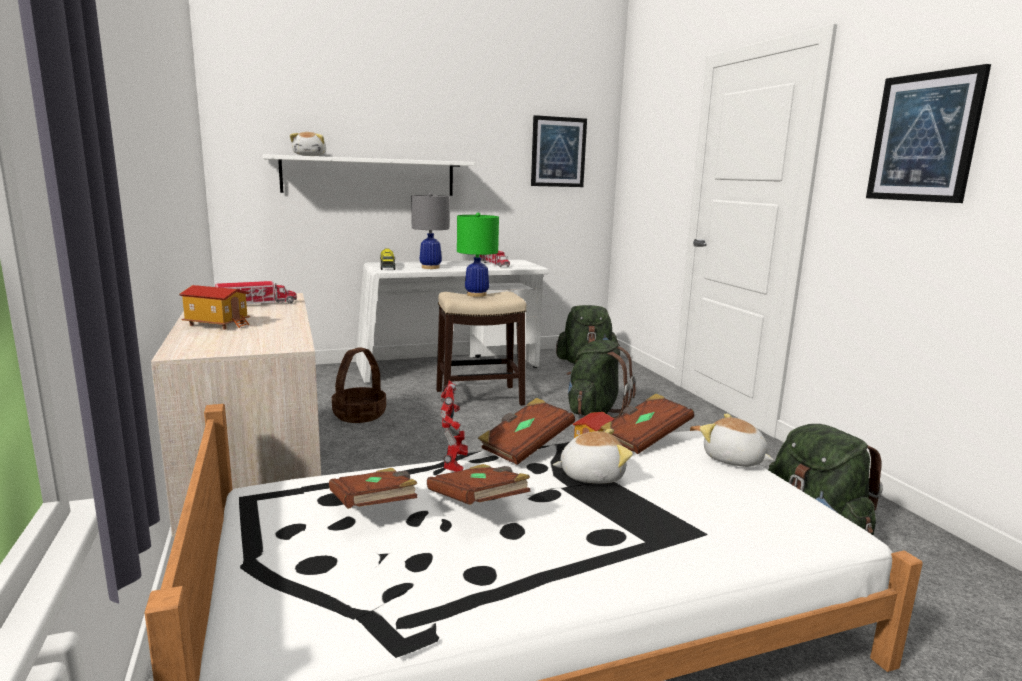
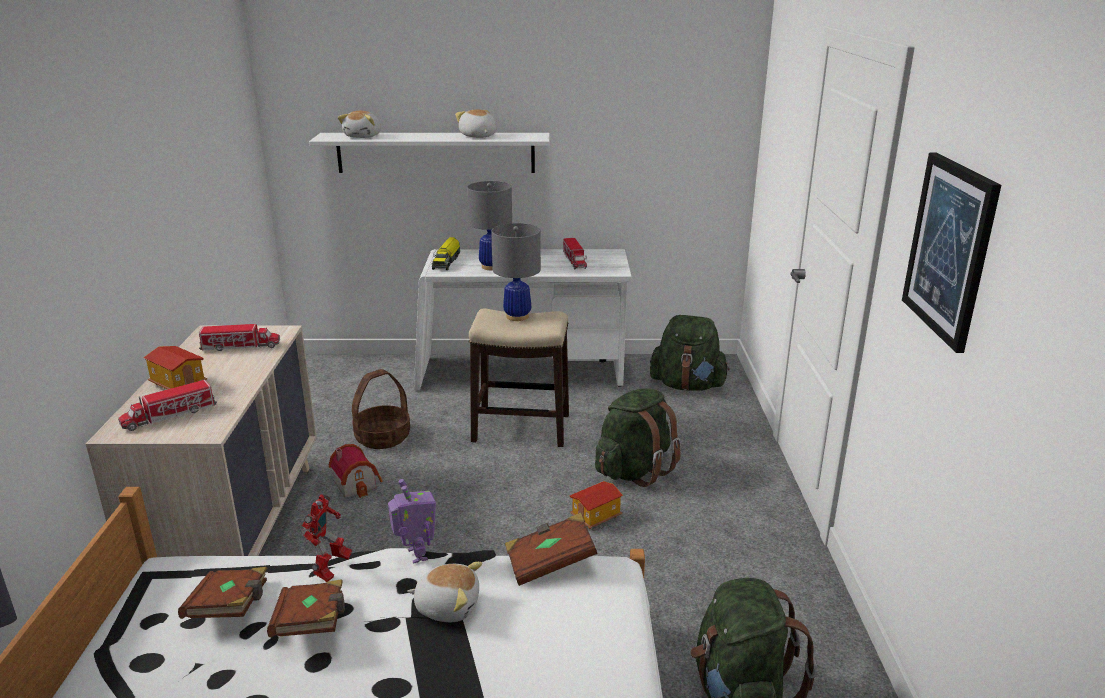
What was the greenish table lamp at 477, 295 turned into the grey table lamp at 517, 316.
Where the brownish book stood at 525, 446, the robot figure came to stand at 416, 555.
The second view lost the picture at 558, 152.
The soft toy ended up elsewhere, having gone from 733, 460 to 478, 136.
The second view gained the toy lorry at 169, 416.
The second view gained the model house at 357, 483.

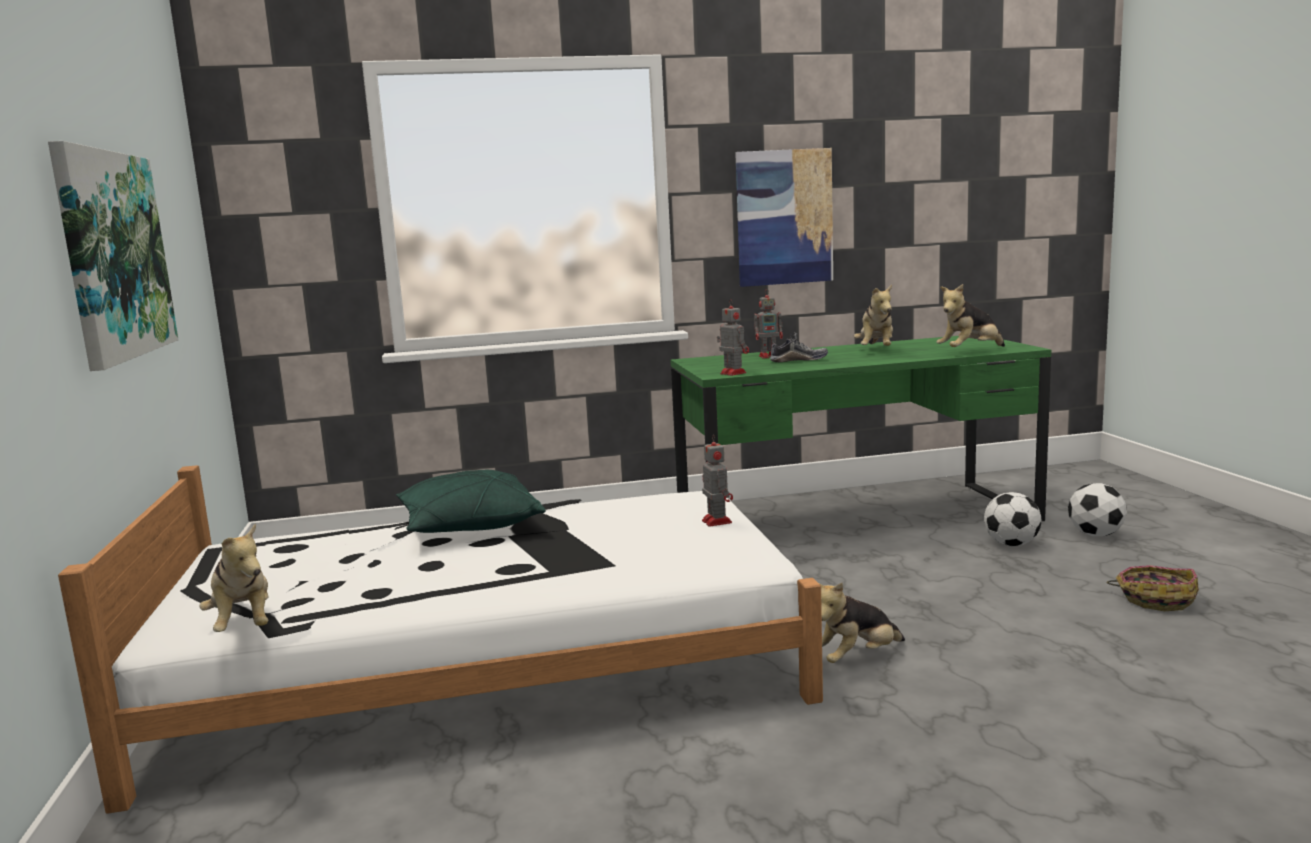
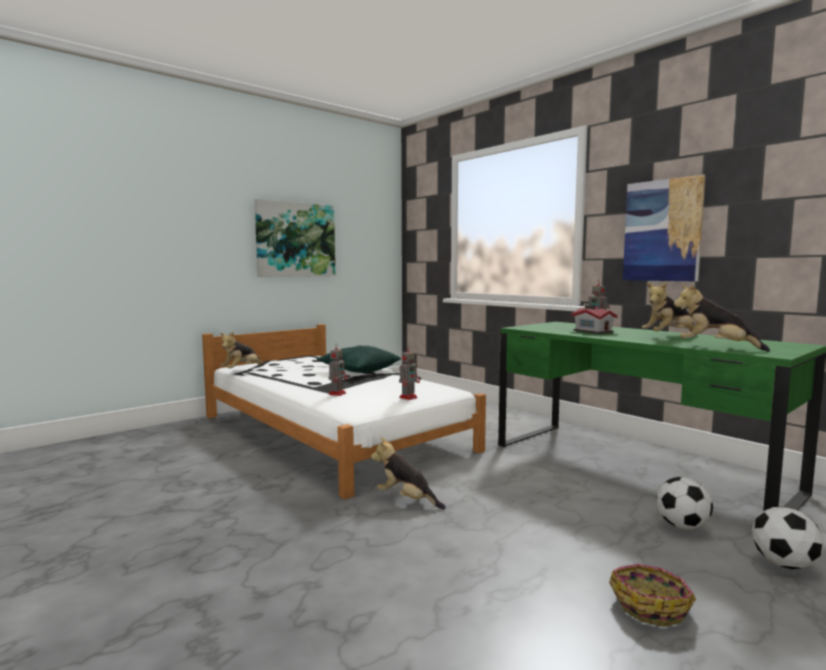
The robot figure ended up elsewhere, having gone from 732, 373 to 337, 393.
Where the item of footwear stood at 798, 360, the model house came to stand at 593, 331.

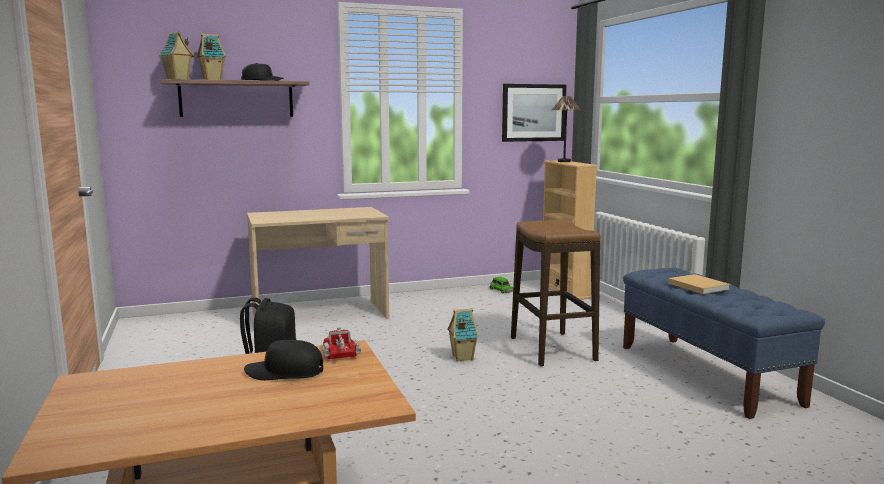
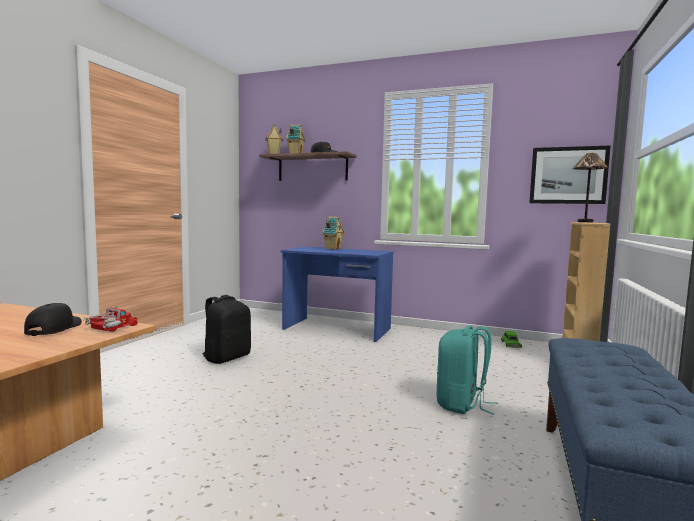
The black cap at 285, 372 ended up facing another way, 45 degrees clockwise from before.
What was the sand-coloured desk table at 320, 316 turned into the blue desk table at 337, 329.
The model house ended up elsewhere, having gone from 462, 357 to 332, 248.
Where the stool seat stood at 552, 349, the blue-green rucksack came to stand at 462, 404.
The second view lost the sand-coloured book at 697, 286.

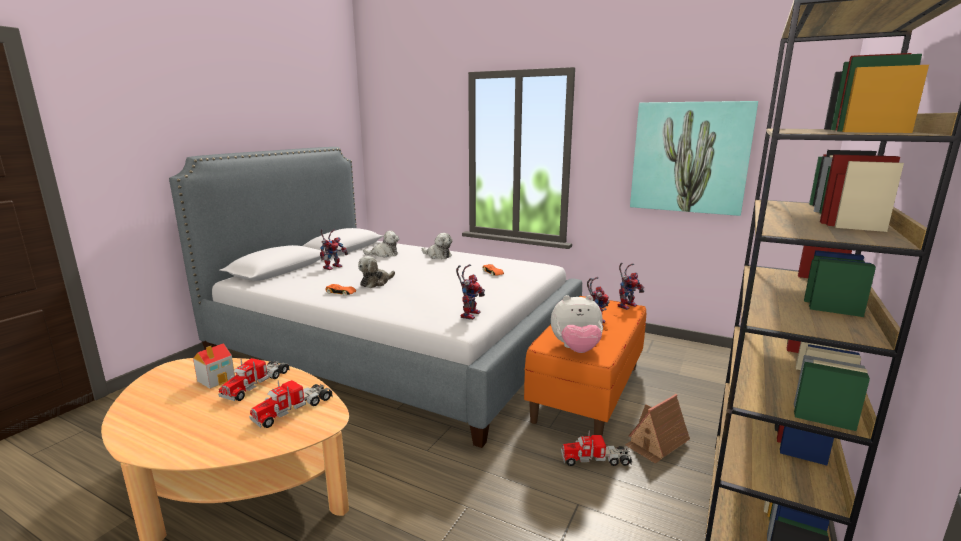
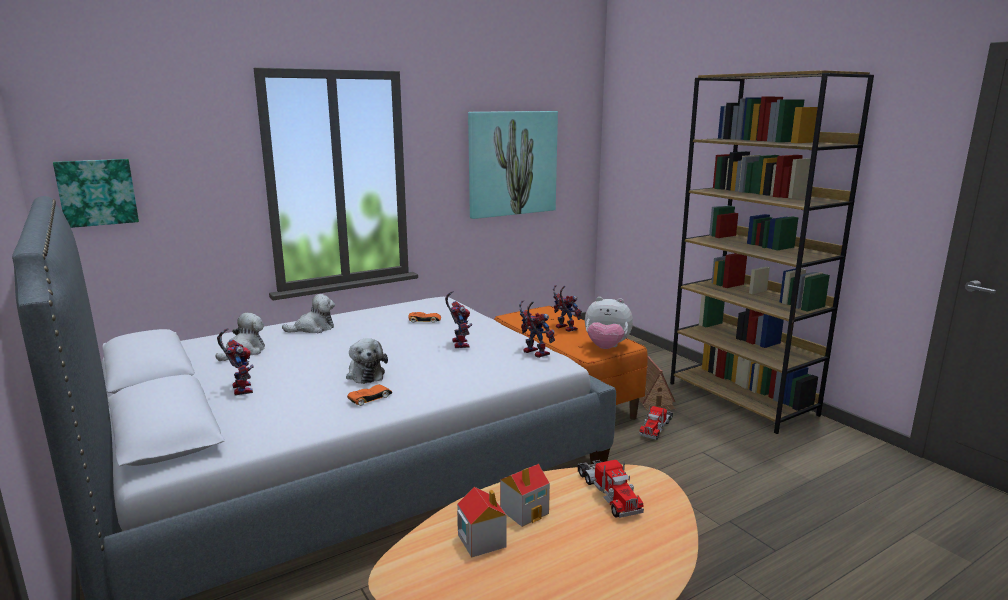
Where the toy lorry stood at 256, 384, the model house came to stand at 525, 511.
The soft toy at 576, 349 ended up facing another way, 75 degrees clockwise from before.
The robot figure ended up elsewhere, having gone from 626, 305 to 458, 343.
The second view gained the picture at 97, 192.

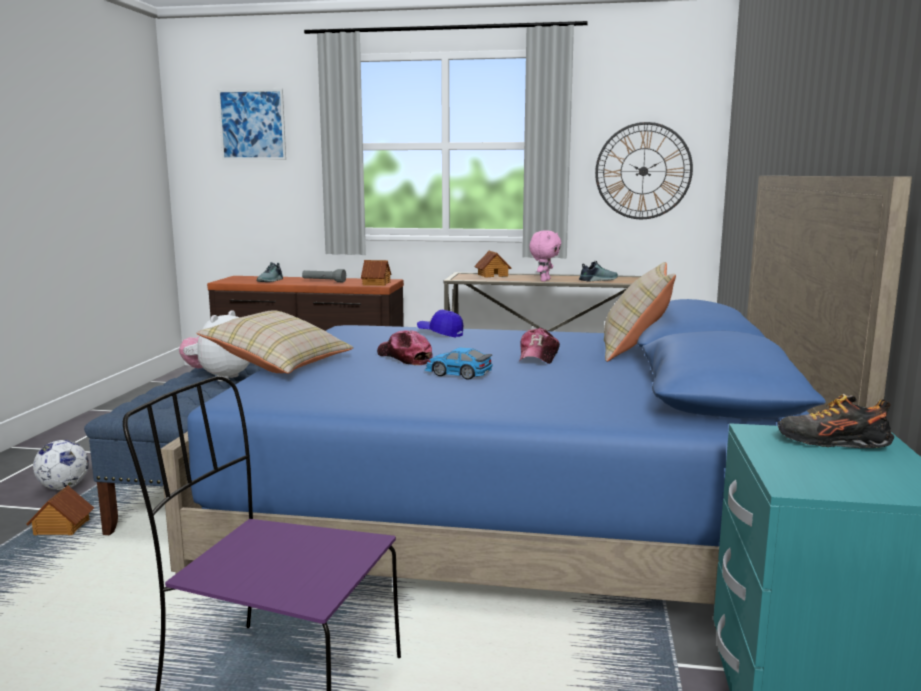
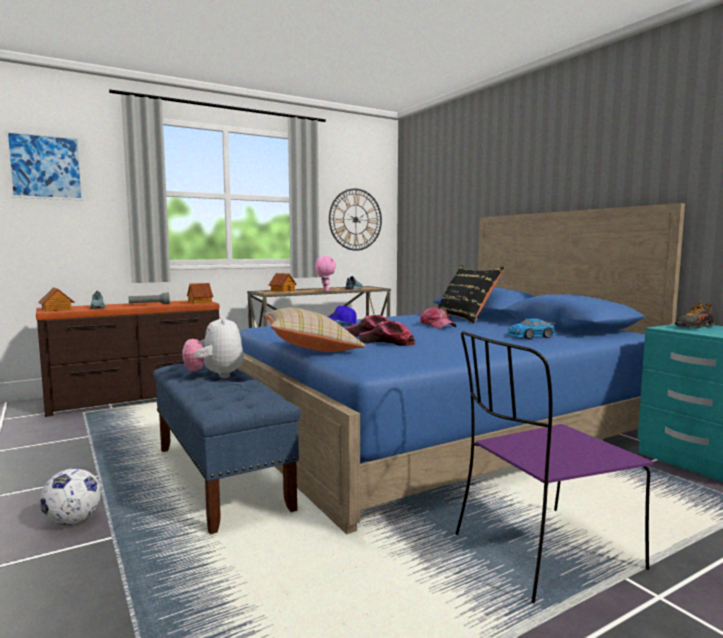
The model house ended up elsewhere, having gone from 61, 528 to 56, 309.
The miniature car ended up elsewhere, having gone from 458, 373 to 530, 336.
What was the sand-coloured throw pillow at 634, 351 turned into the black throw pillow at 466, 318.
The second view gained the cap at 387, 342.

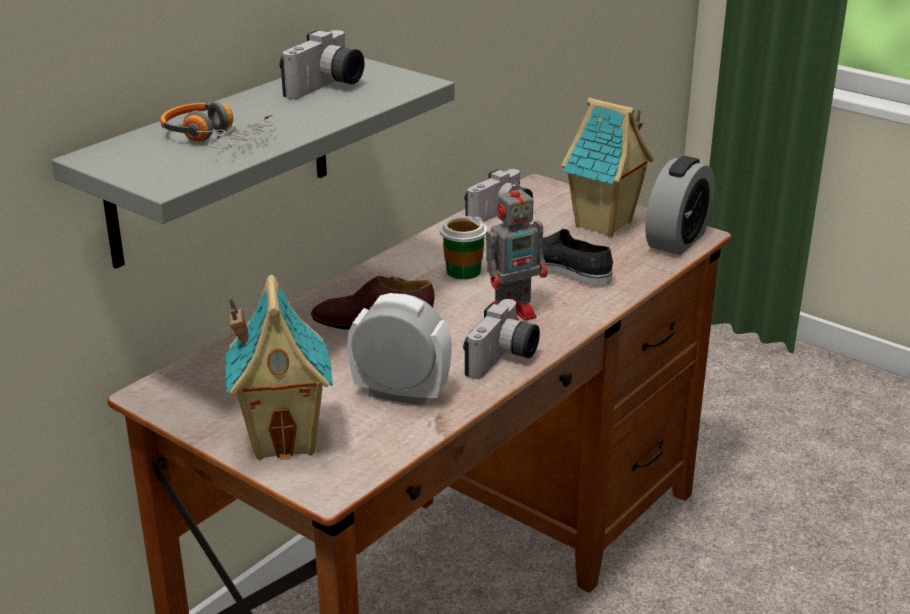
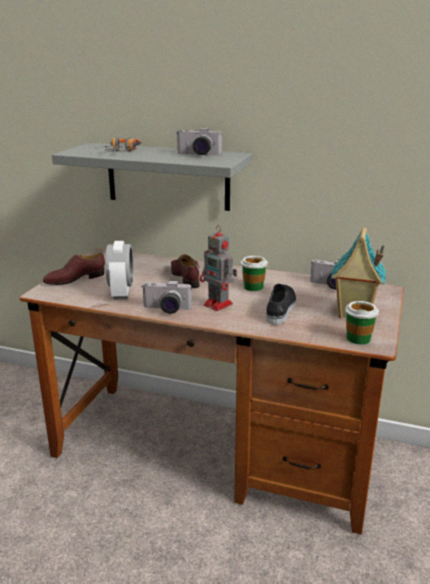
Where the model house stood at 285, 440, the brownish item of footwear came to stand at 75, 279.
Where the bedside clock stood at 677, 240, the cup came to stand at 358, 338.

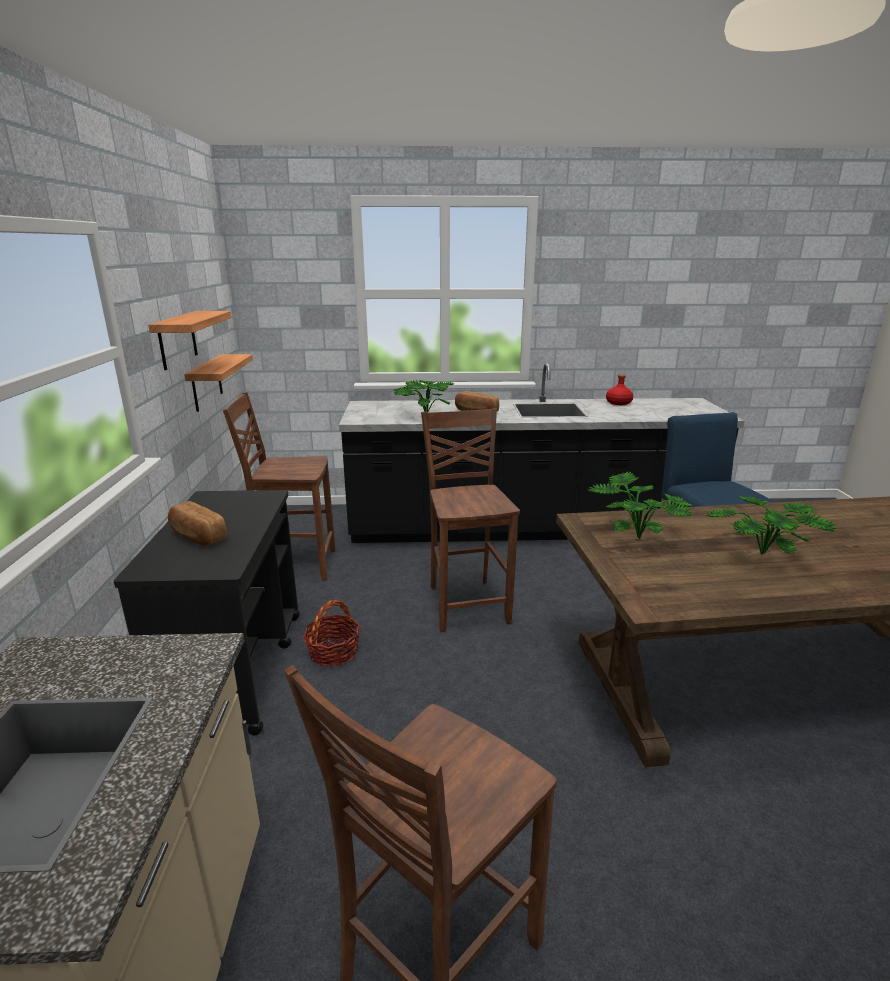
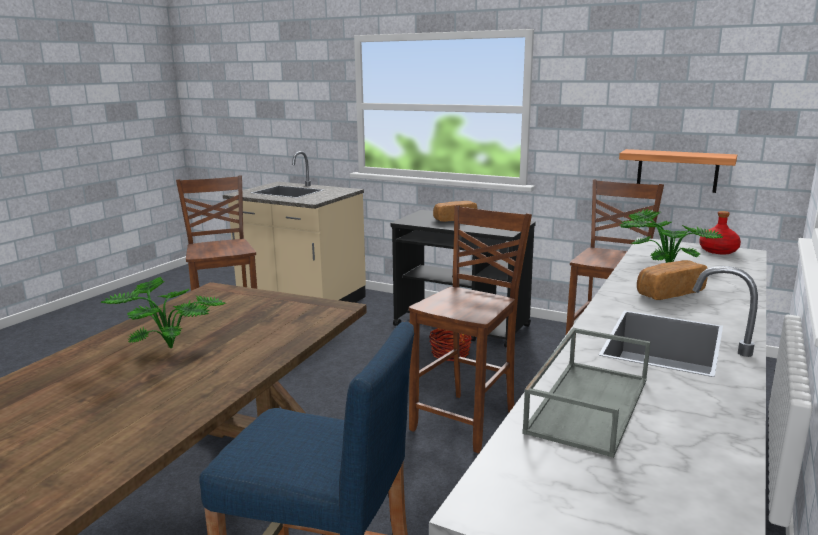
The second view lost the wall shelf at 177, 339.
The brownish plain chair at 467, 603 ended up facing another way, 75 degrees counterclockwise from before.
The second view lost the houseplant at 636, 535.
The red-coloured bottle ended up elsewhere, having gone from 618, 403 to 719, 251.
The second view gained the grey tray at 587, 403.

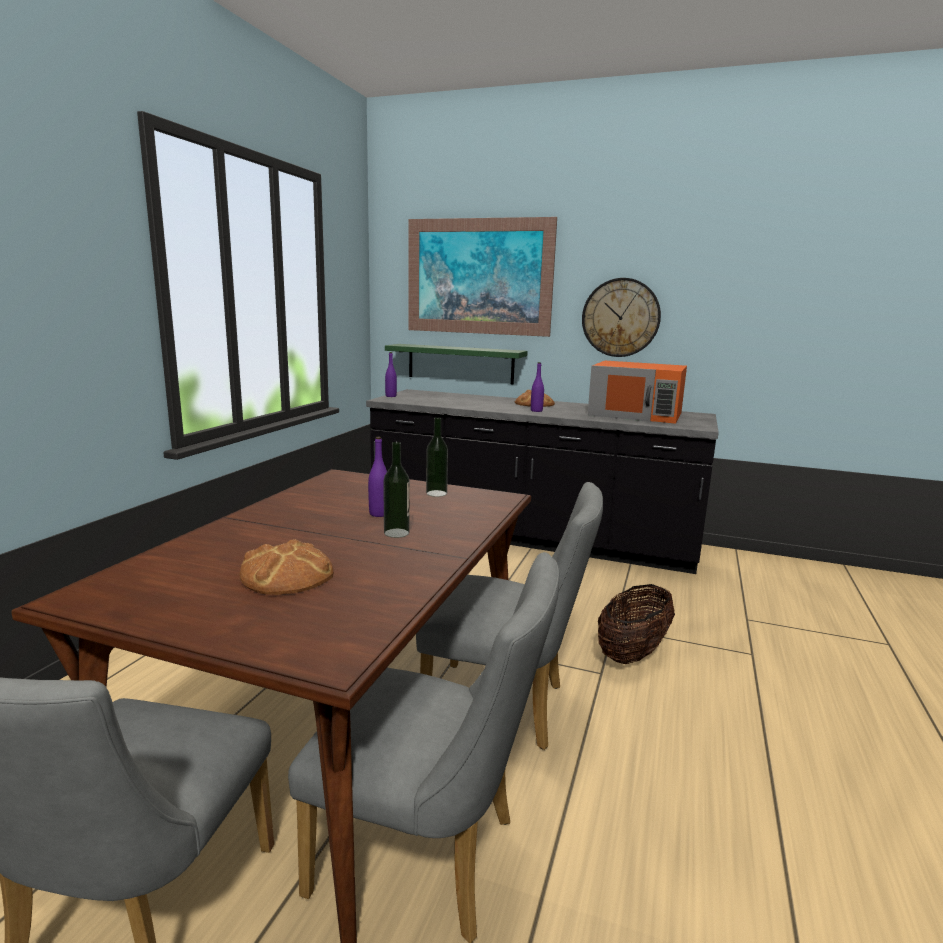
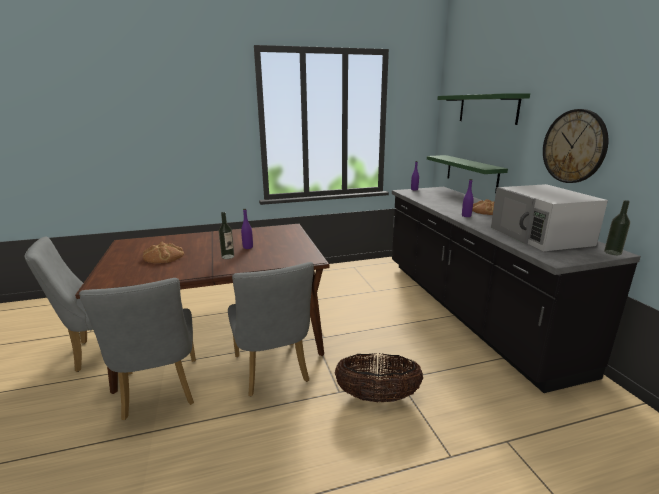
Where the picture hung at 478, 277, the greenish wall shelf came to hang at 487, 108.
The bottle ended up elsewhere, having gone from 436, 493 to 612, 252.
What was the orange microwave oven at 636, 414 turned into the white microwave oven at 540, 236.

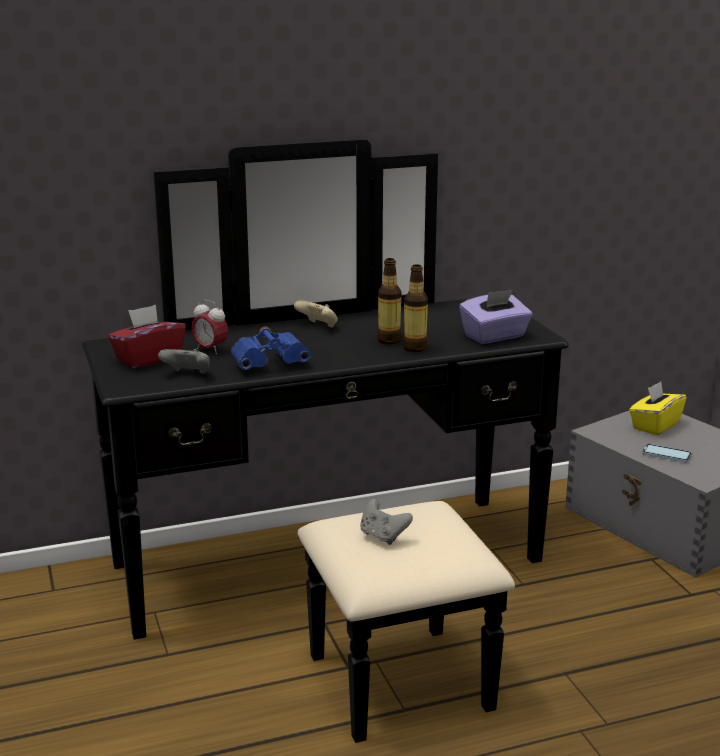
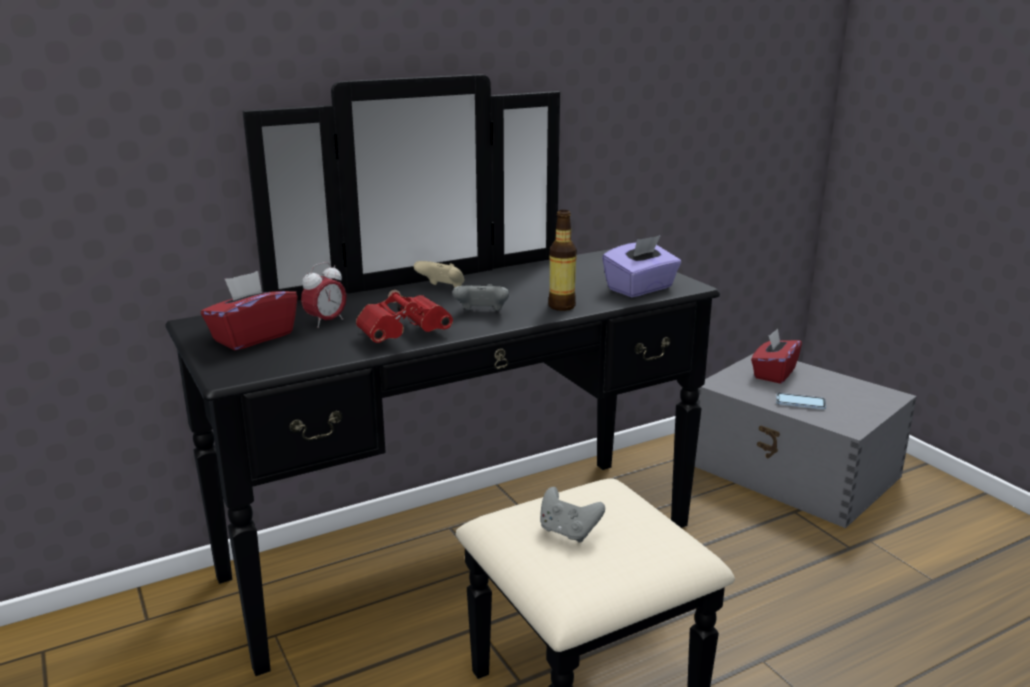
The grey joypad ended up elsewhere, having gone from 187, 375 to 482, 313.
The bedside clock at 210, 350 ended up facing another way, 75 degrees counterclockwise from before.
What was the blue pair of binoculars at 272, 364 turned into the red-coloured pair of binoculars at 405, 334.
The second view lost the bottle at 389, 340.
What was the yellowish tissue holder at 655, 425 turned into the red-coloured tissue holder at 773, 373.

